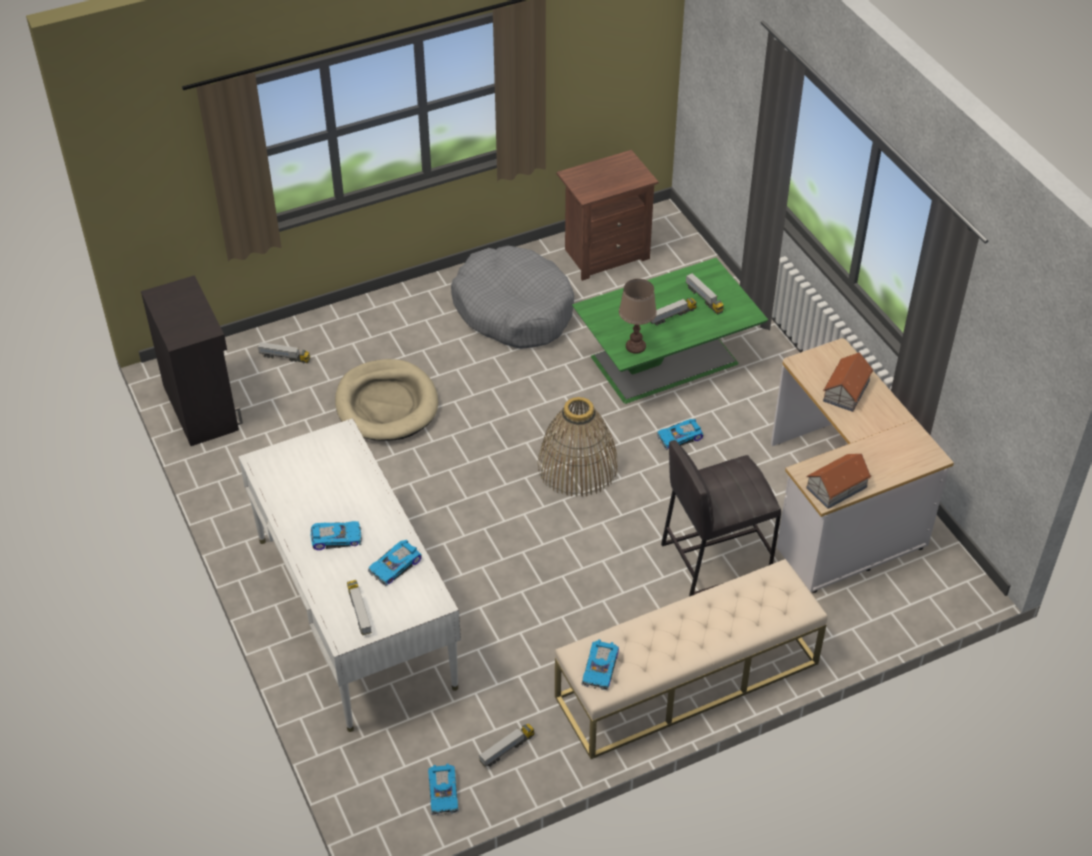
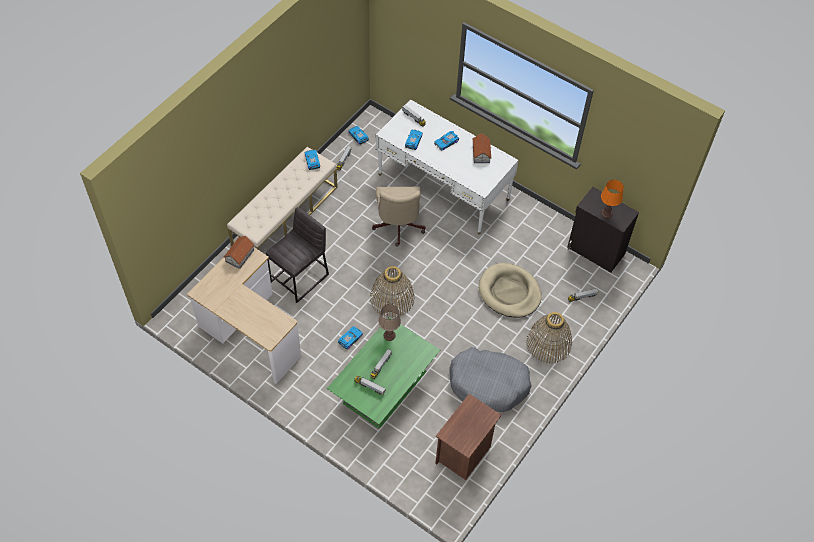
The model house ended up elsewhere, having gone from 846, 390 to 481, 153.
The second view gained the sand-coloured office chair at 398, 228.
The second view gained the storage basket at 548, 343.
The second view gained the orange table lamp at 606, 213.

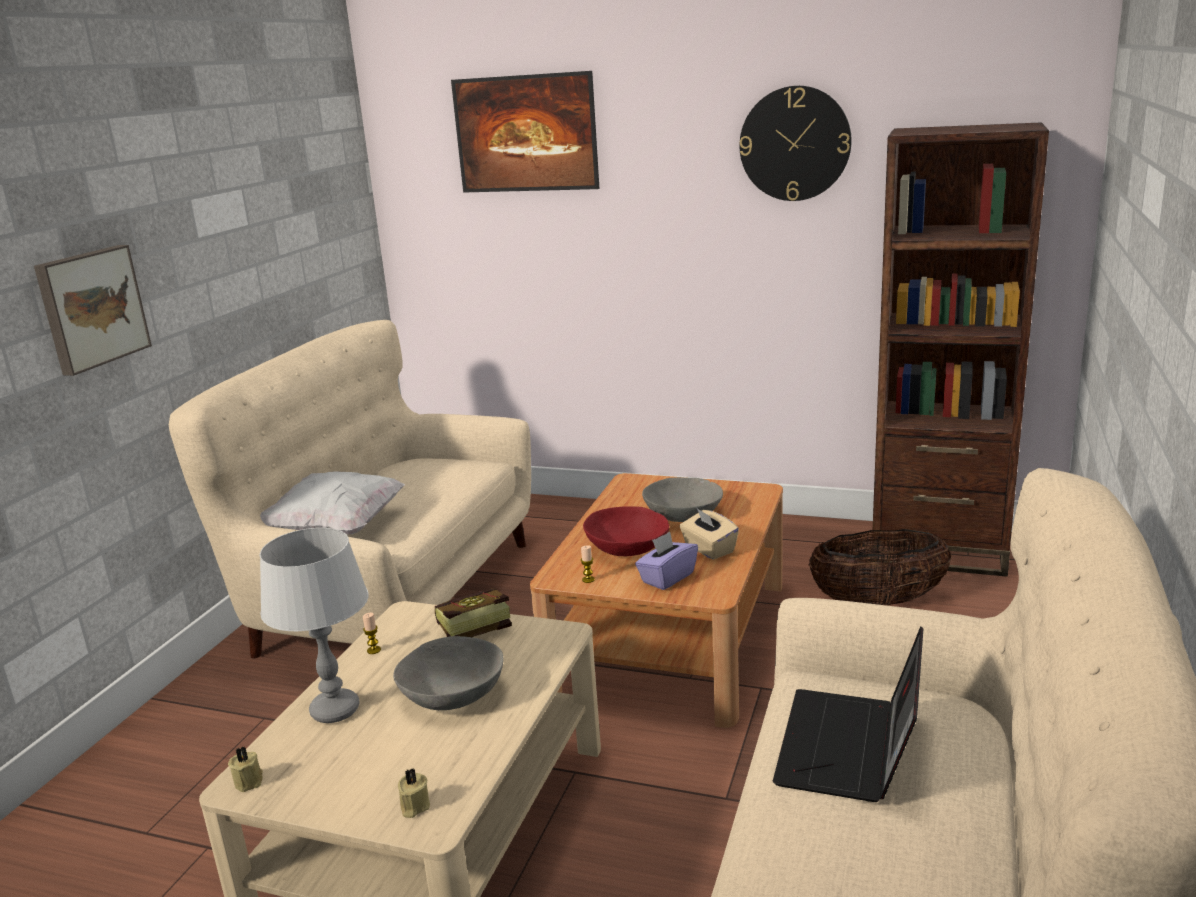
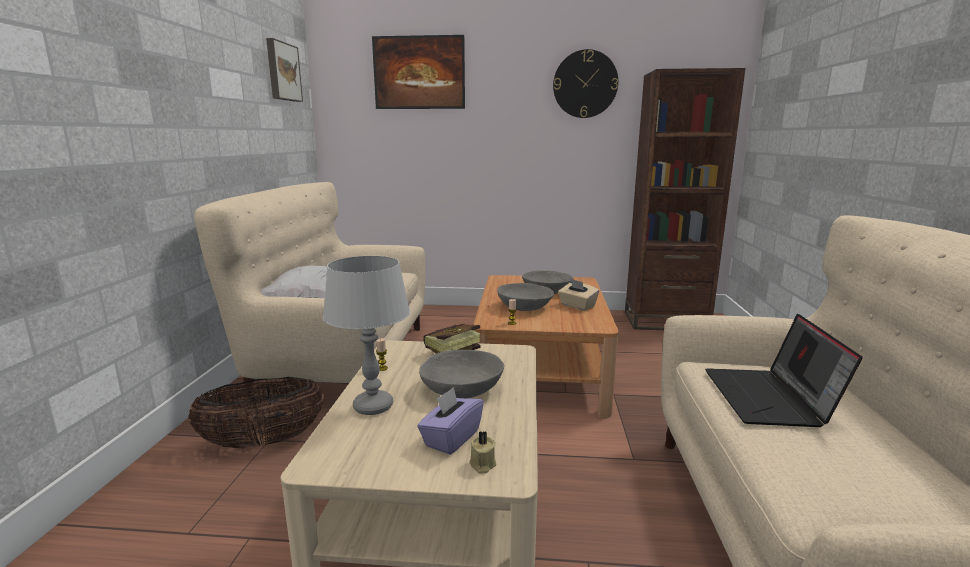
The picture ended up elsewhere, having gone from 91, 308 to 282, 71.
The second view lost the sand-coloured wax candle at 250, 781.
What was the red-coloured serving bowl at 626, 548 turned into the grey serving bowl at 524, 307.
The purple tissue holder ended up elsewhere, having gone from 667, 577 to 451, 438.
The storage basket ended up elsewhere, having gone from 878, 602 to 263, 442.

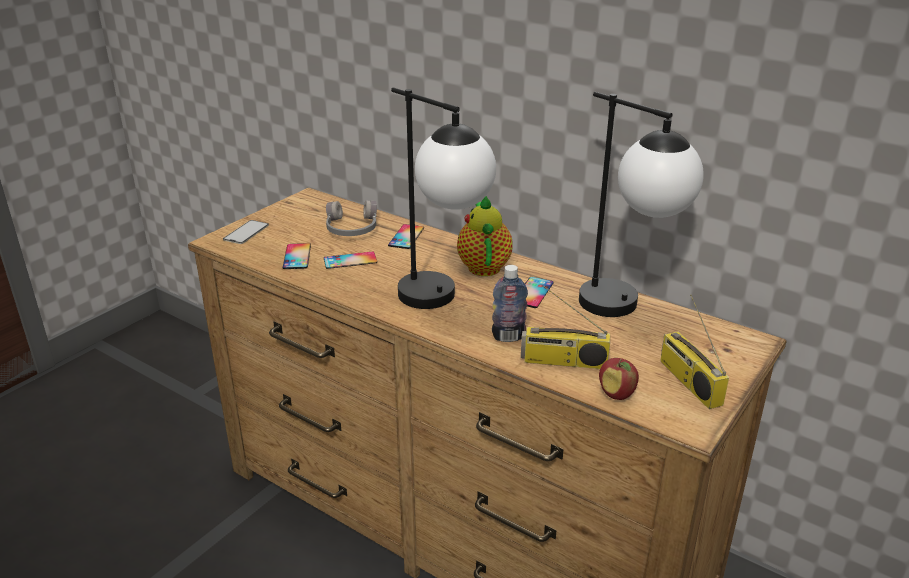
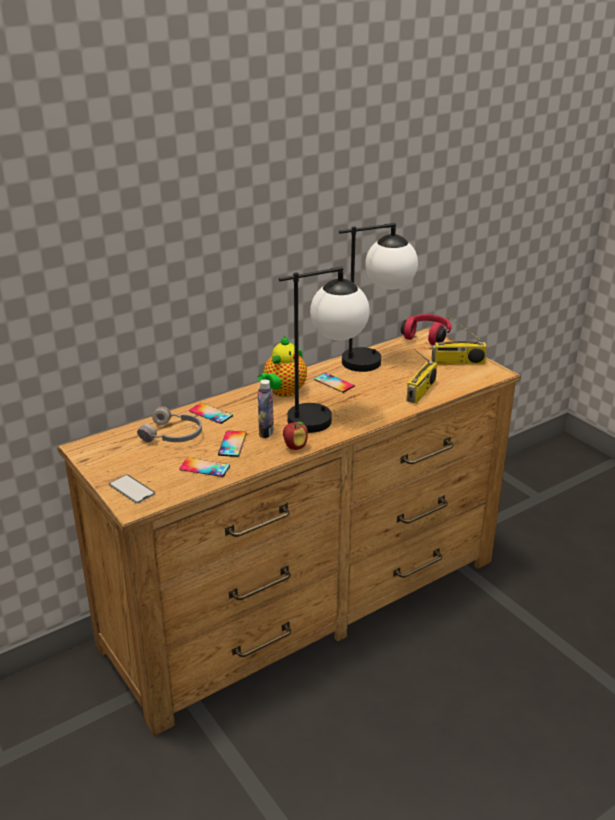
The tea pot at 483, 265 ended up facing another way, 75 degrees counterclockwise from before.
The bottle ended up elsewhere, having gone from 508, 337 to 266, 432.
The apple ended up elsewhere, having gone from 617, 394 to 295, 447.
The second view gained the red-coloured headset at 427, 336.

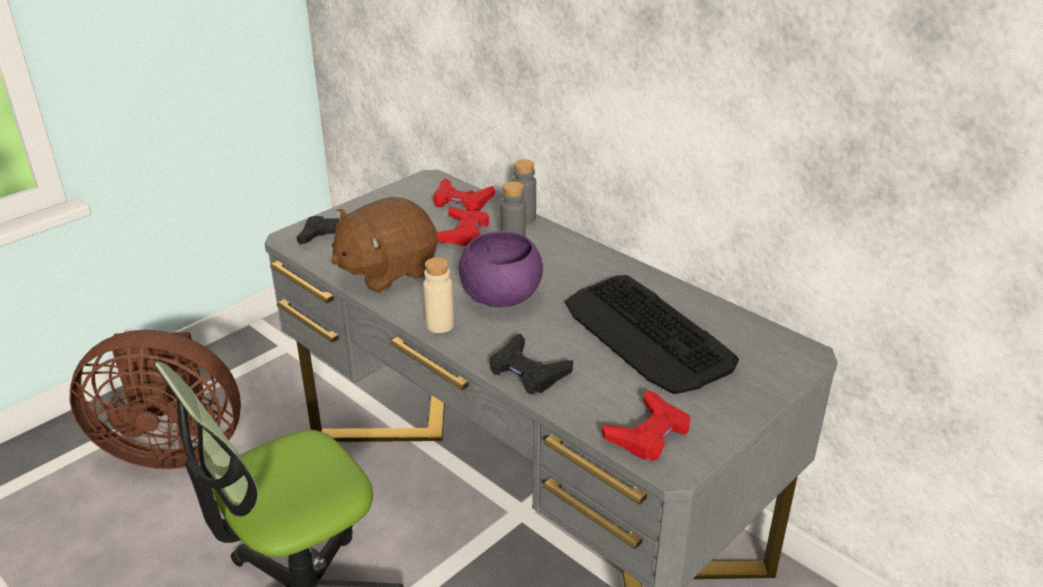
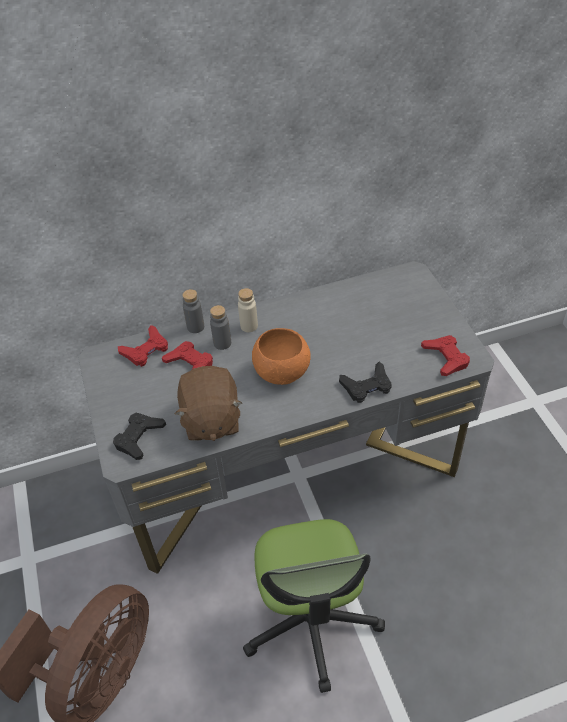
The sand-coloured bottle ended up elsewhere, having gone from 440, 325 to 249, 326.
What was the purple serving bowl at 500, 297 turned into the orange serving bowl at 282, 372.
The second view lost the keyboard at 647, 334.

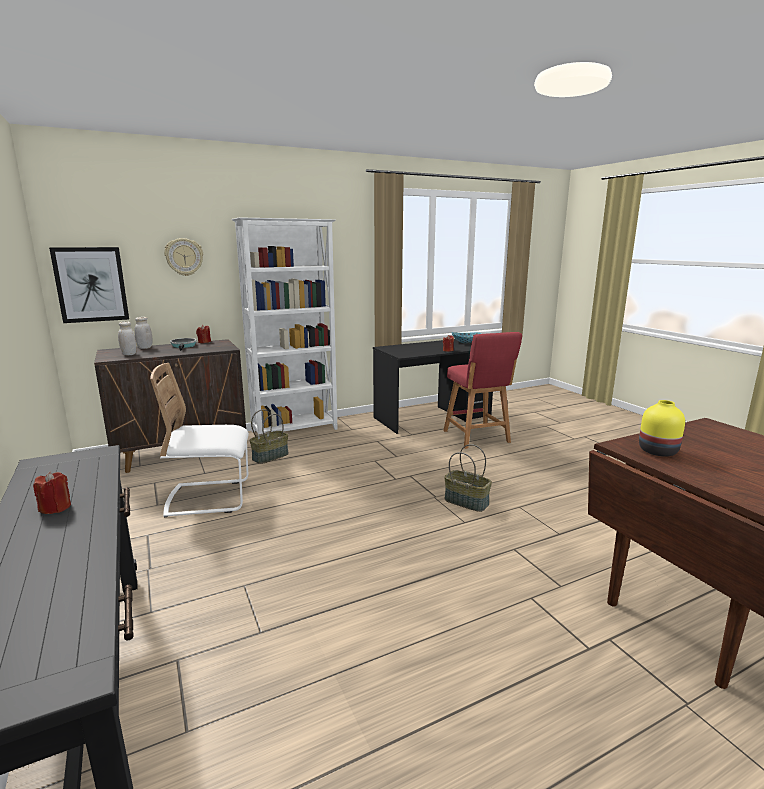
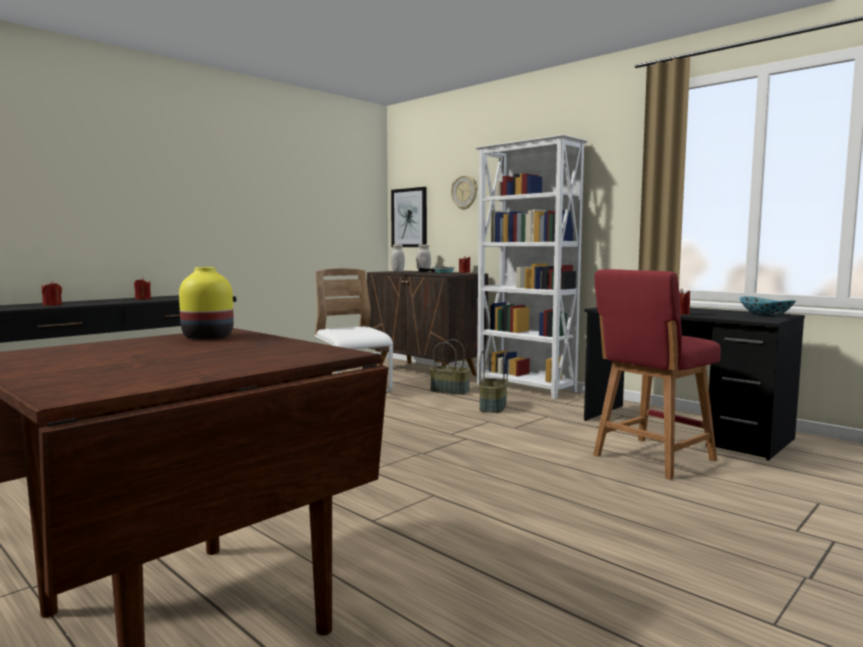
The storage basket ended up elsewhere, having gone from 467, 502 to 493, 407.
The second view gained the red-coloured wax candle at 52, 305.

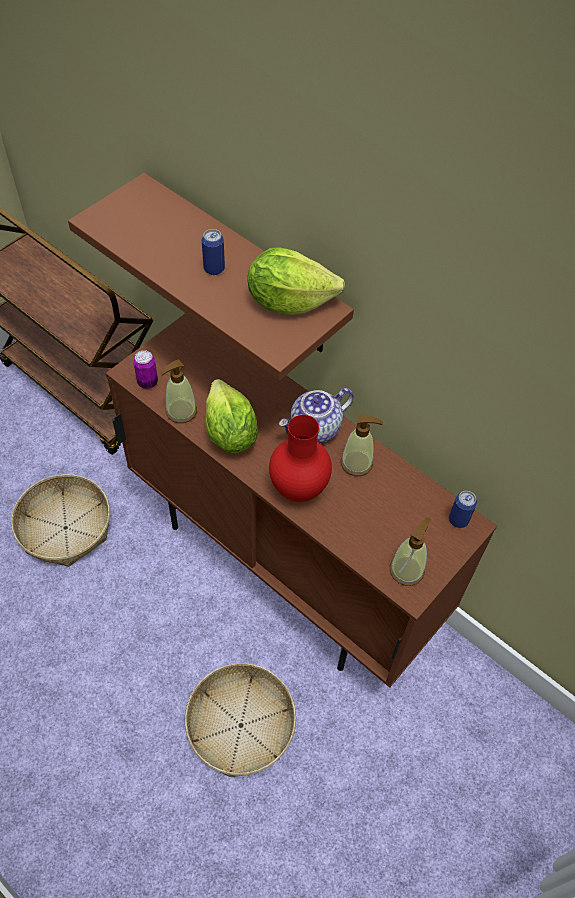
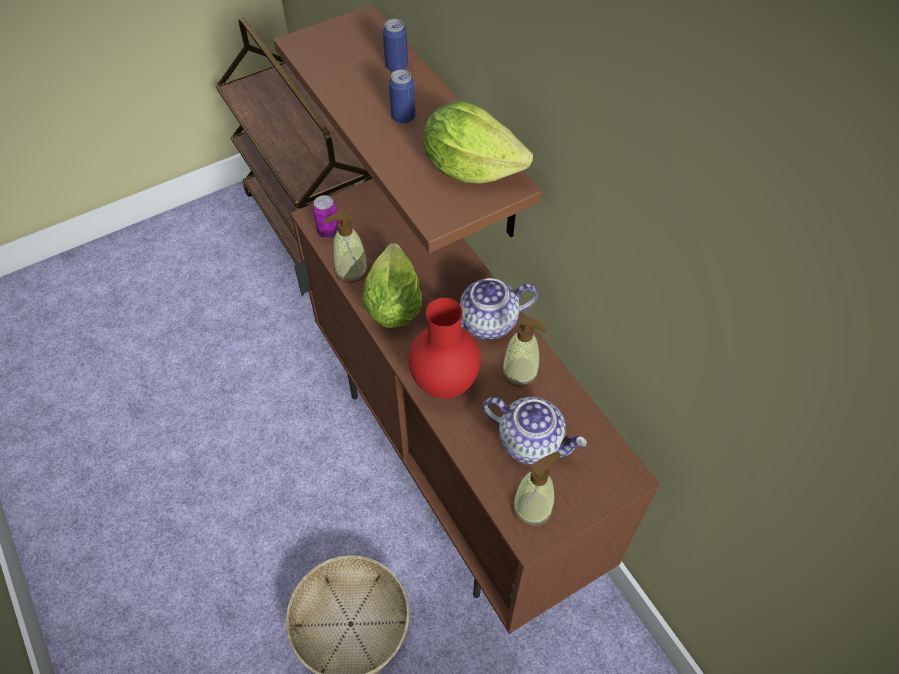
The second view lost the storage basket at 65, 528.
The sealed can ended up elsewhere, having gone from 458, 520 to 396, 66.
The second view gained the tea pot at 531, 441.

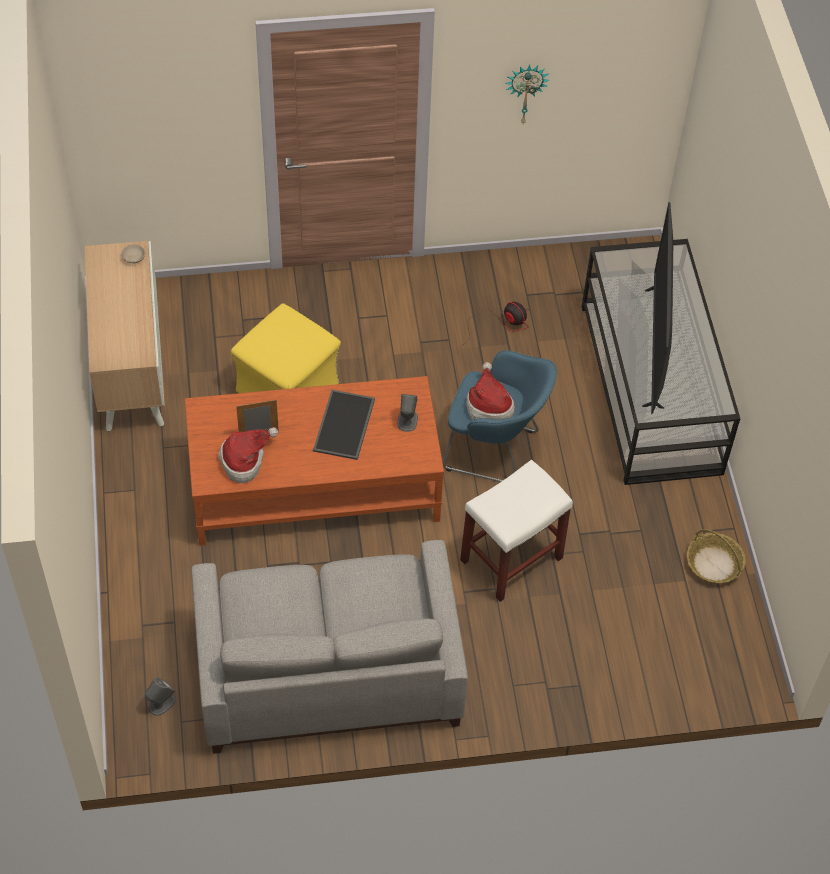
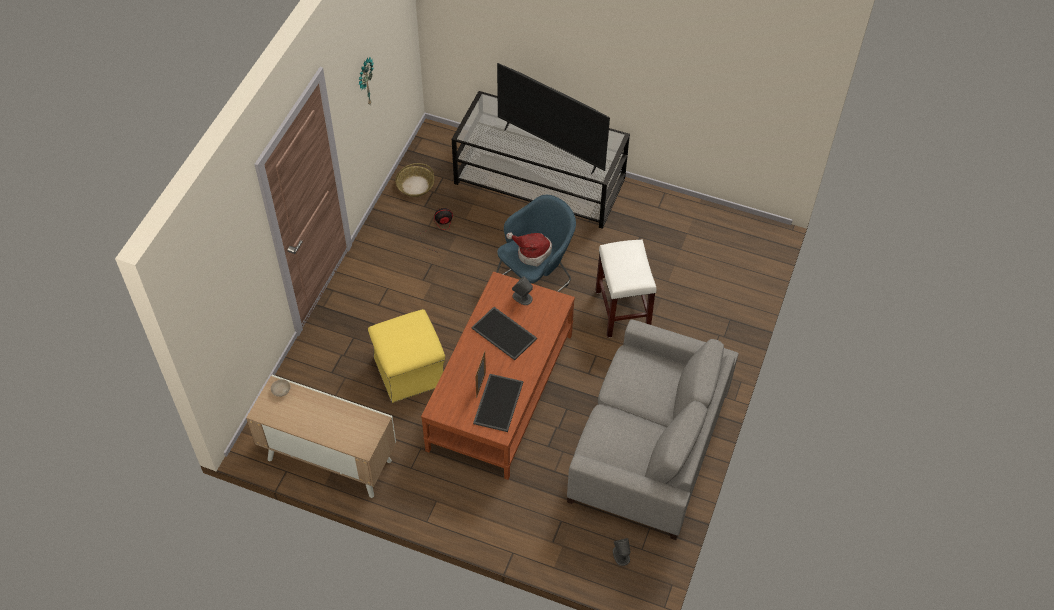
Where the clothing hat stood at 245, 460, the tray came to stand at 497, 402.
The storage basket ended up elsewhere, having gone from 714, 564 to 415, 185.

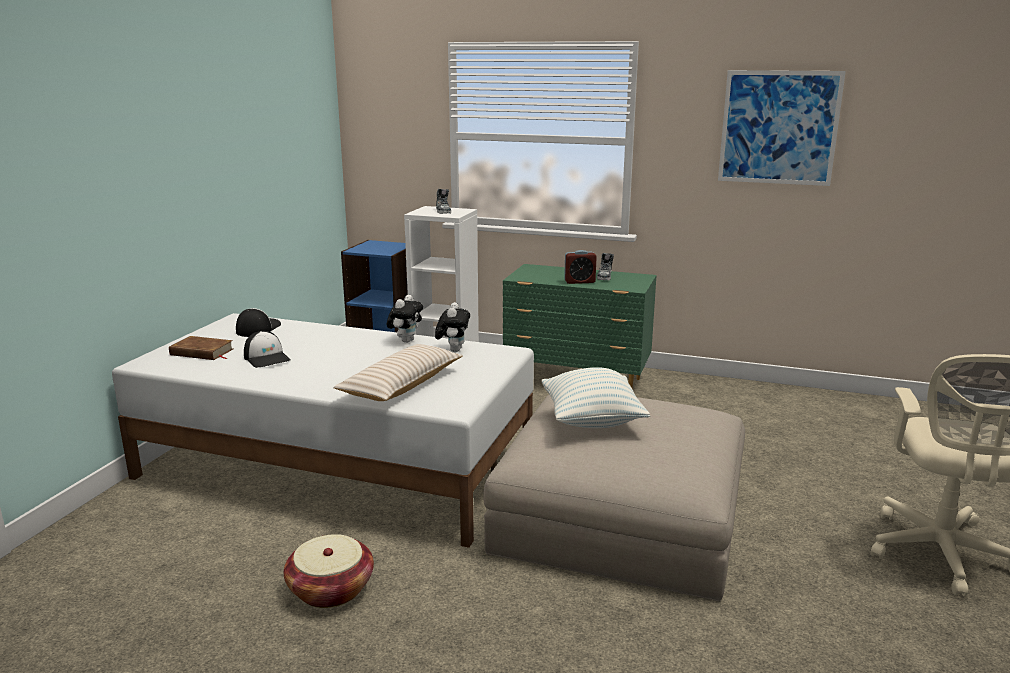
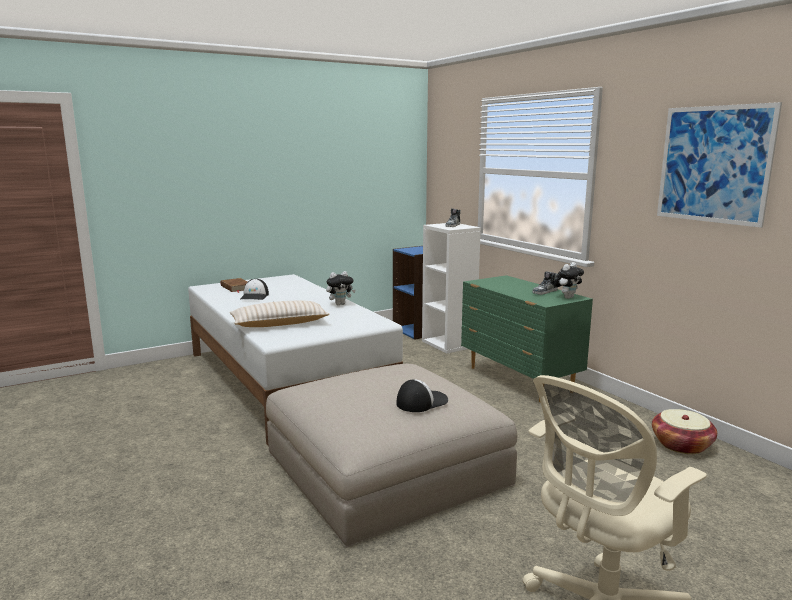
The cap ended up elsewhere, having gone from 258, 328 to 421, 402.
The storage basket ended up elsewhere, having gone from 331, 589 to 681, 445.
The soft toy ended up elsewhere, having gone from 453, 350 to 567, 297.
The second view lost the throw pillow at 592, 421.
The second view lost the bedside clock at 579, 281.

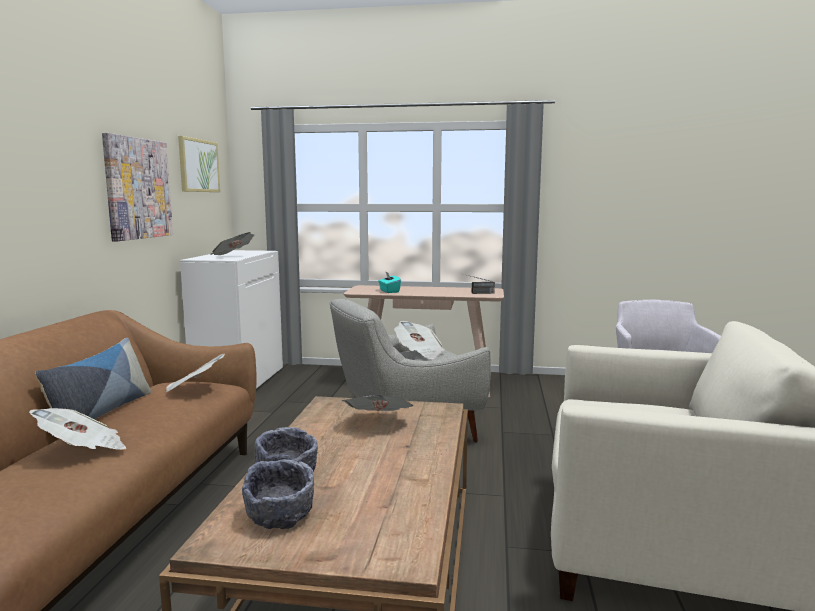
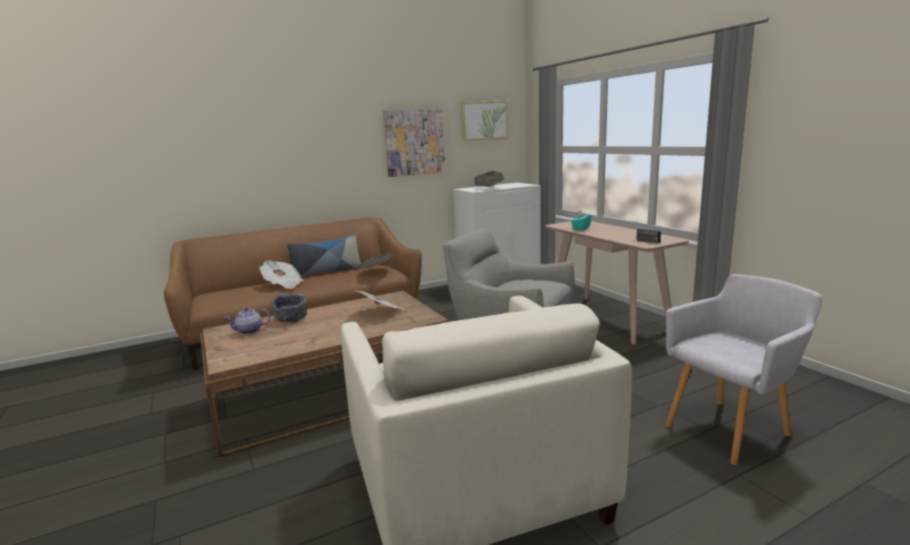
Where the grey serving bowl stood at 280, 516, the tea pot came to stand at 249, 331.
The second view lost the printed paper at 419, 353.

